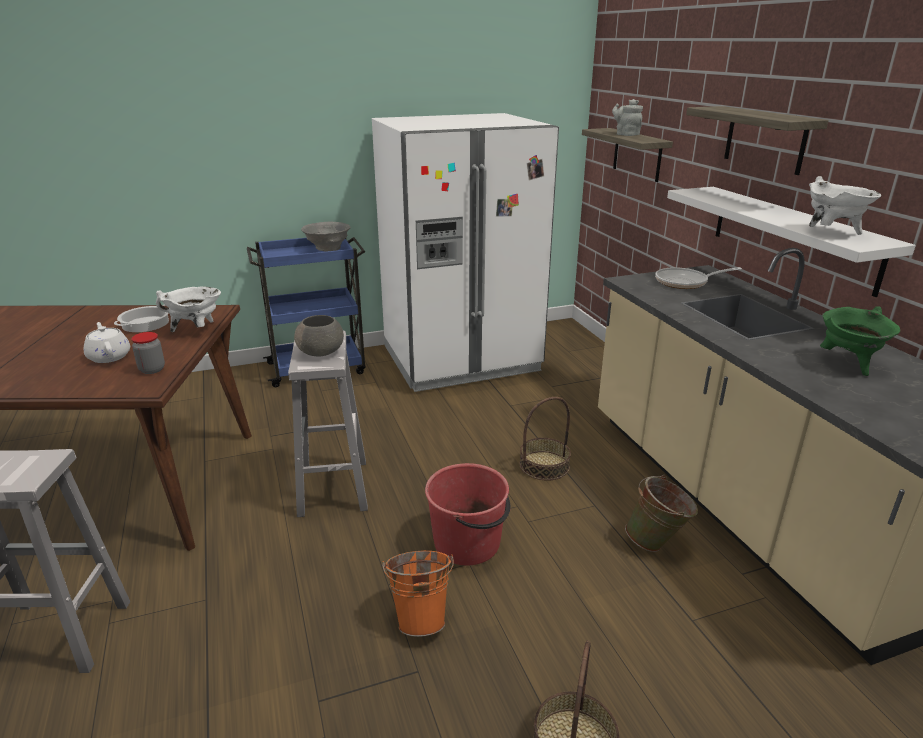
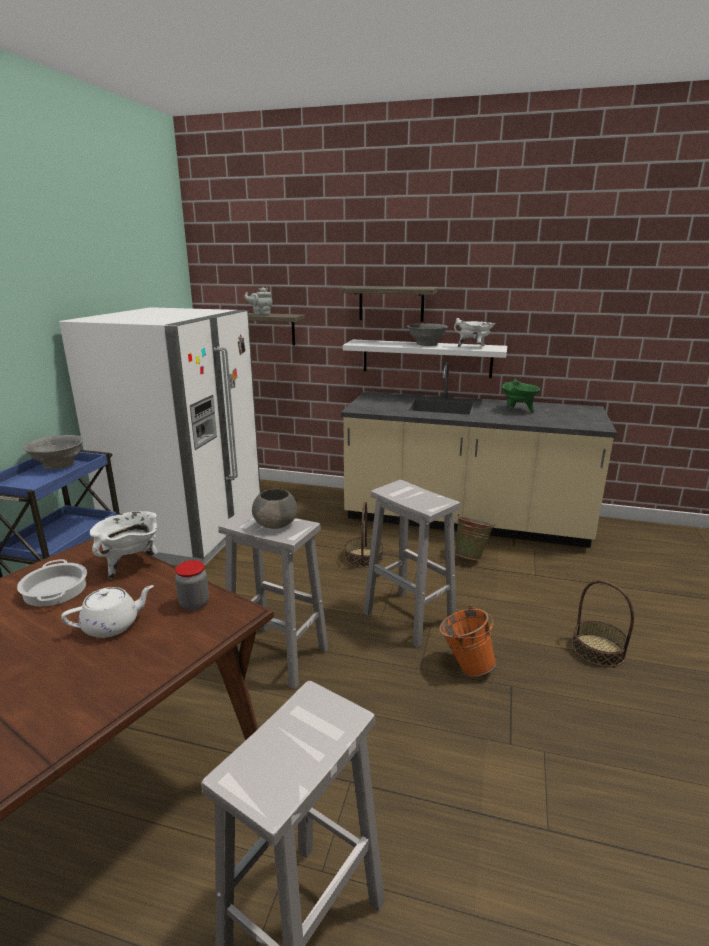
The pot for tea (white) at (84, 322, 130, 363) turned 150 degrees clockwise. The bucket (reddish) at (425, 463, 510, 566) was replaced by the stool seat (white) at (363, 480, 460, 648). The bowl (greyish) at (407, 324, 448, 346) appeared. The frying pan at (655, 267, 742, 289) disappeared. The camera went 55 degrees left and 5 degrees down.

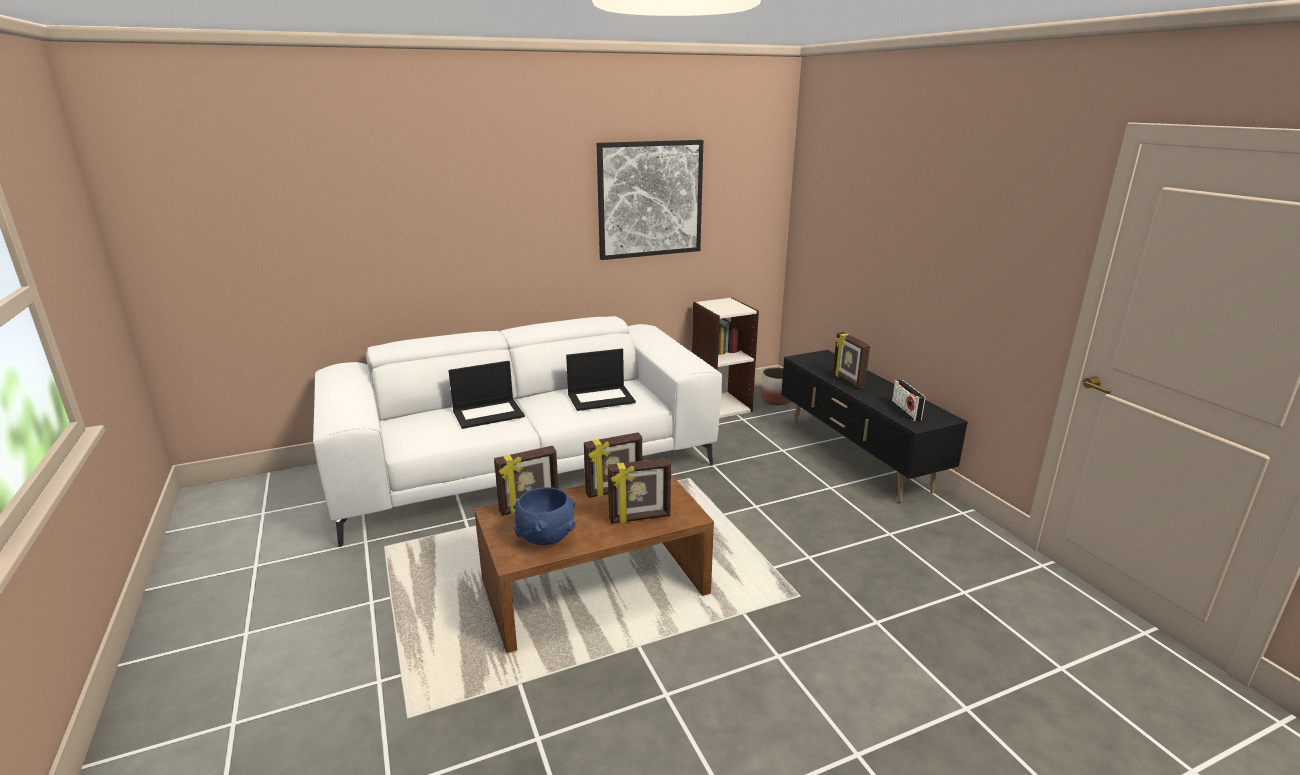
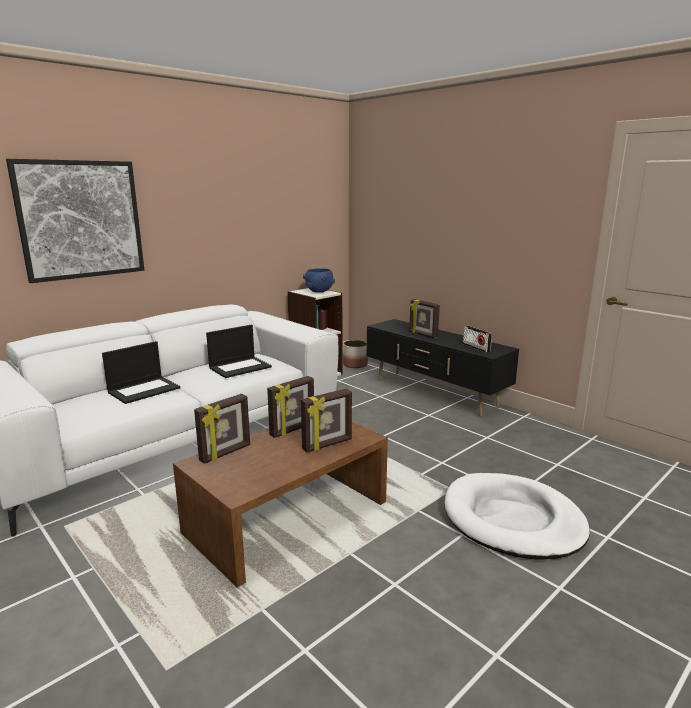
The wall picture moved from (597, 140, 703, 260) to (6, 159, 144, 283). The bowl (blue-coloured) moved from (513, 487, 576, 545) to (303, 268, 335, 293). The dog cushion (white) at (445, 473, 590, 560) appeared. The camera went 20 degrees left and 5 degrees down.

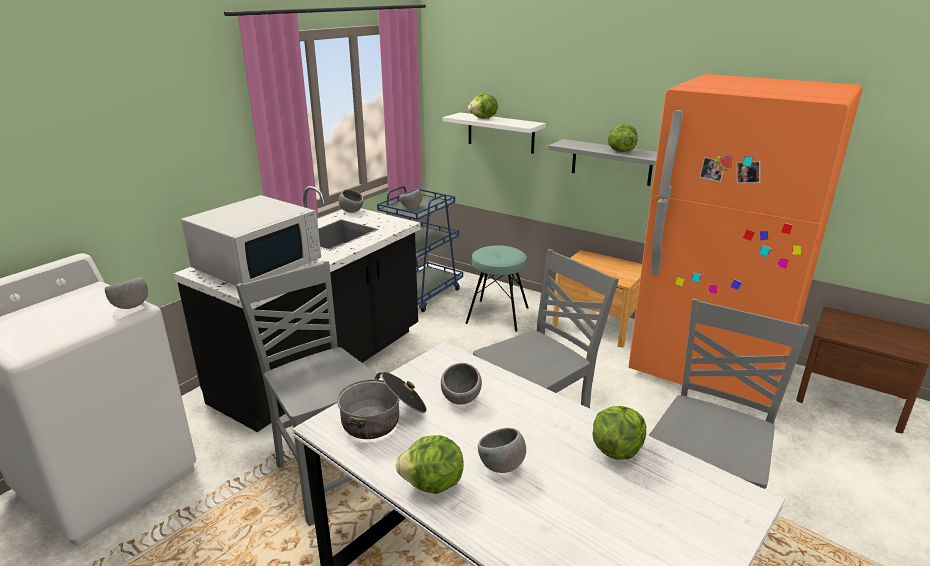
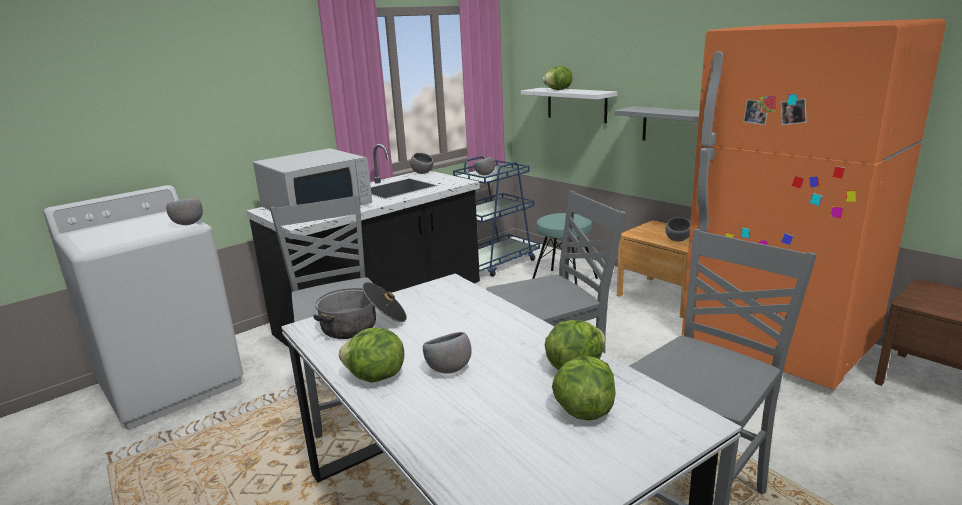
The head of lettuce moved from (608, 124, 638, 152) to (552, 356, 616, 420). The bowl (greyish) moved from (441, 363, 482, 405) to (665, 217, 690, 242). The camera went 15 degrees right and 5 degrees down.

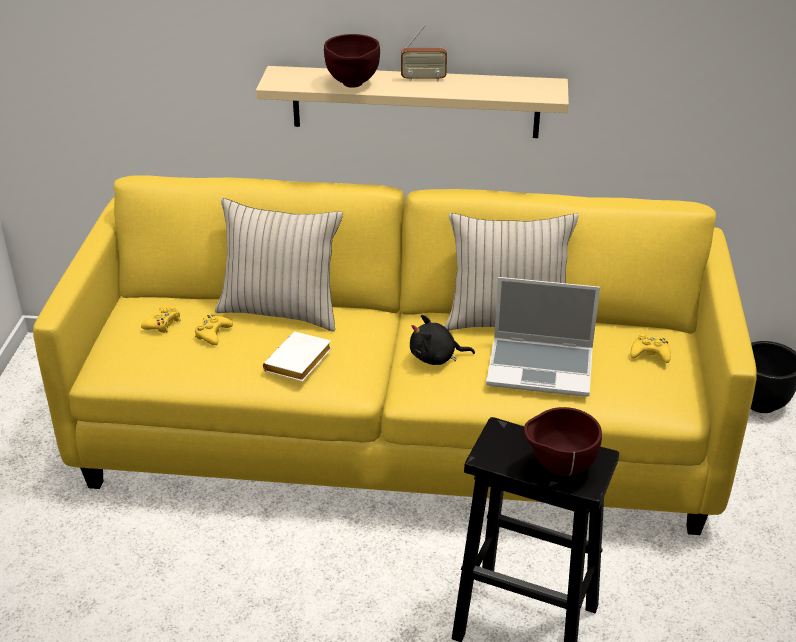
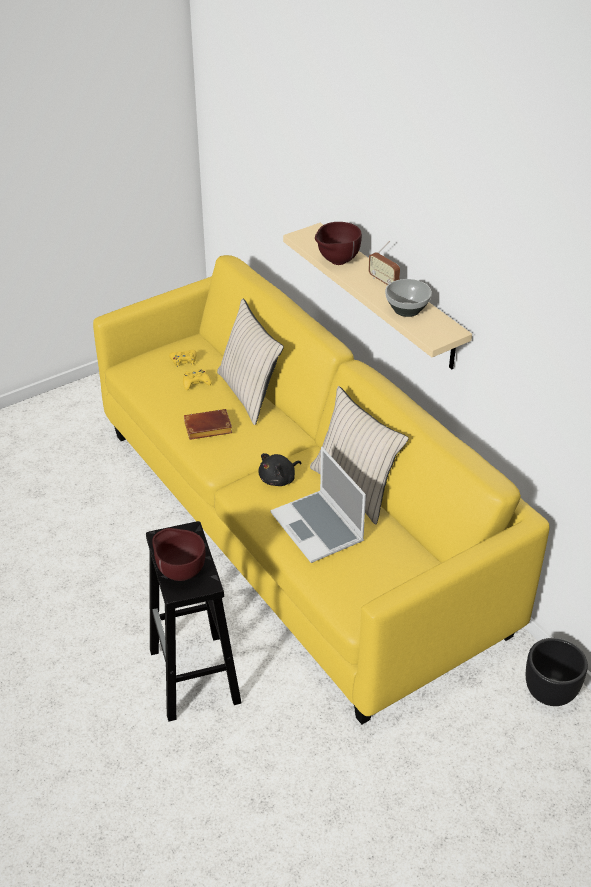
The bound book (white) at (263, 332, 332, 382) became the bound book (brownish) at (184, 409, 232, 440). The plush toy (black-coloured) at (410, 315, 475, 365) turned 90 degrees counterclockwise. The bowl at (385, 279, 432, 317) appeared. The joypad (yellow) at (630, 334, 671, 363) disappeared. The camera went 50 degrees right and 5 degrees up.

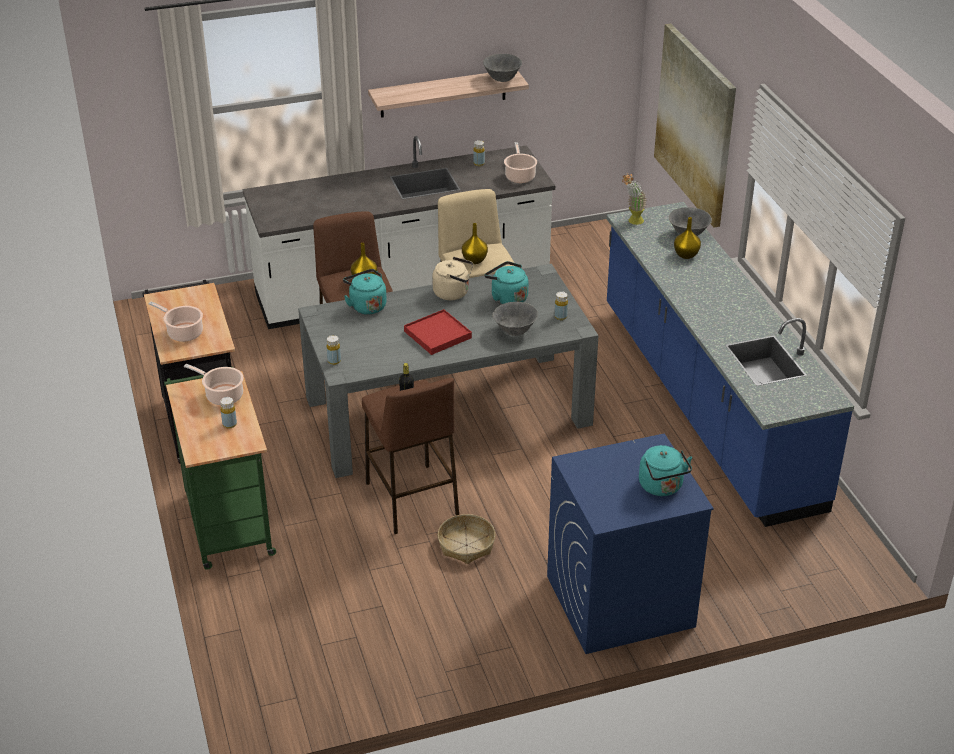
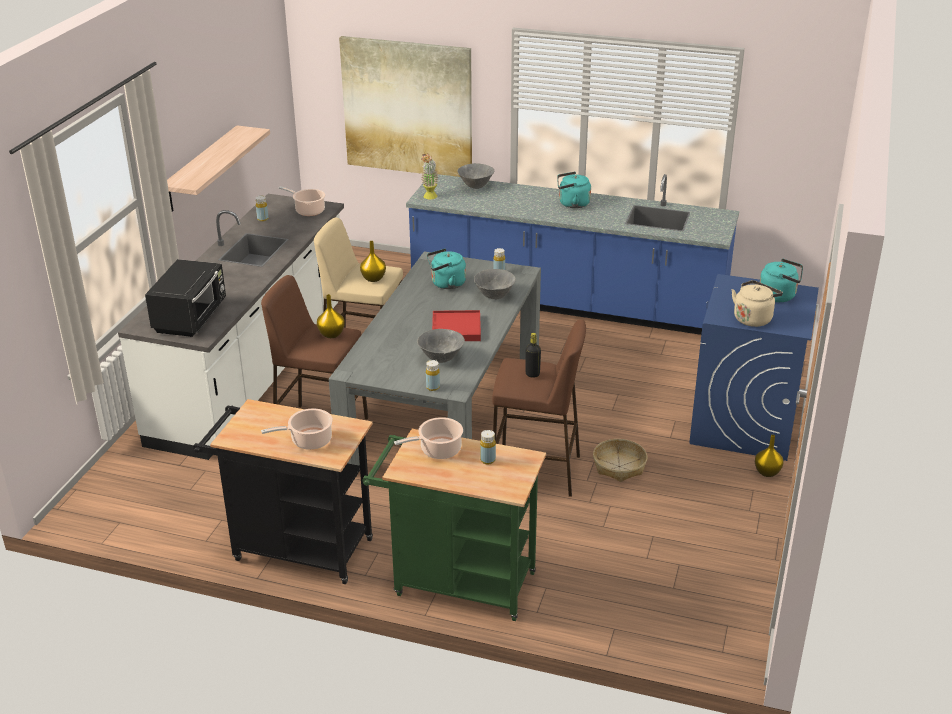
The microwave (black-coloured) at (145, 259, 226, 337) appeared. The bowl (greyish) moved from (483, 54, 522, 82) to (417, 329, 465, 363). The tea kettle (blue-green) moved from (343, 269, 387, 315) to (557, 172, 591, 208). The tea kettle (sand-coloured) moved from (432, 257, 473, 300) to (732, 280, 783, 327). The decorative vase (yellow) moved from (674, 217, 701, 259) to (755, 435, 783, 477). The camera went 55 degrees left and 5 degrees down.

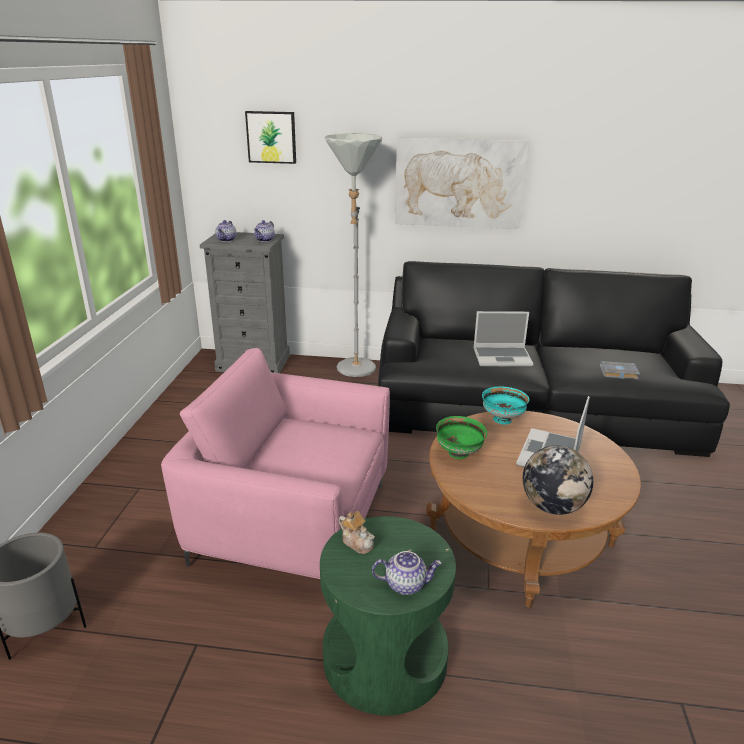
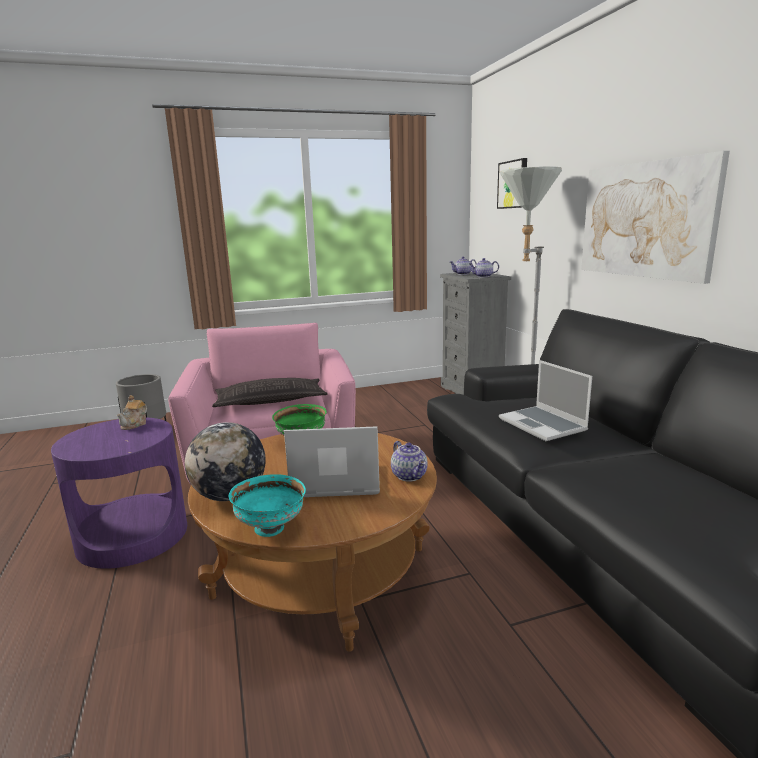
The end table (green) at (320, 516, 456, 716) became the end table (purple) at (51, 418, 187, 569). The cushion at (212, 378, 328, 407) appeared. The bowl (blue-green) moved from (482, 387, 529, 424) to (229, 474, 306, 537). The pot for tea moved from (372, 551, 442, 595) to (391, 441, 428, 482). The bound book (greyish) at (600, 361, 640, 379) disappeared. The camera went 65 degrees right and 10 degrees down.

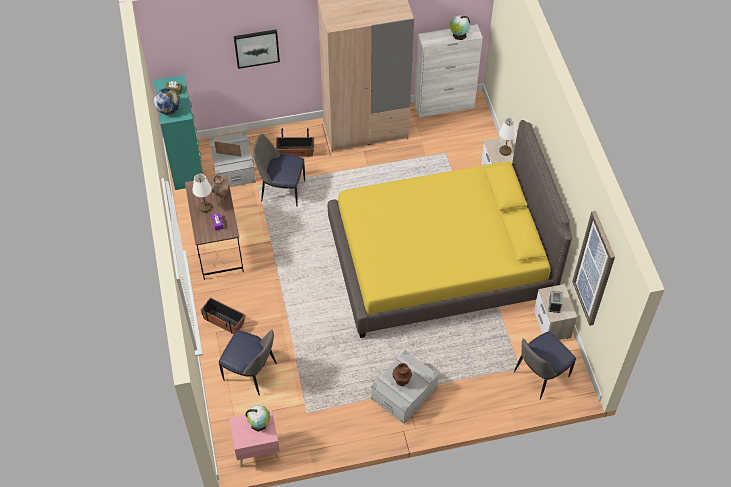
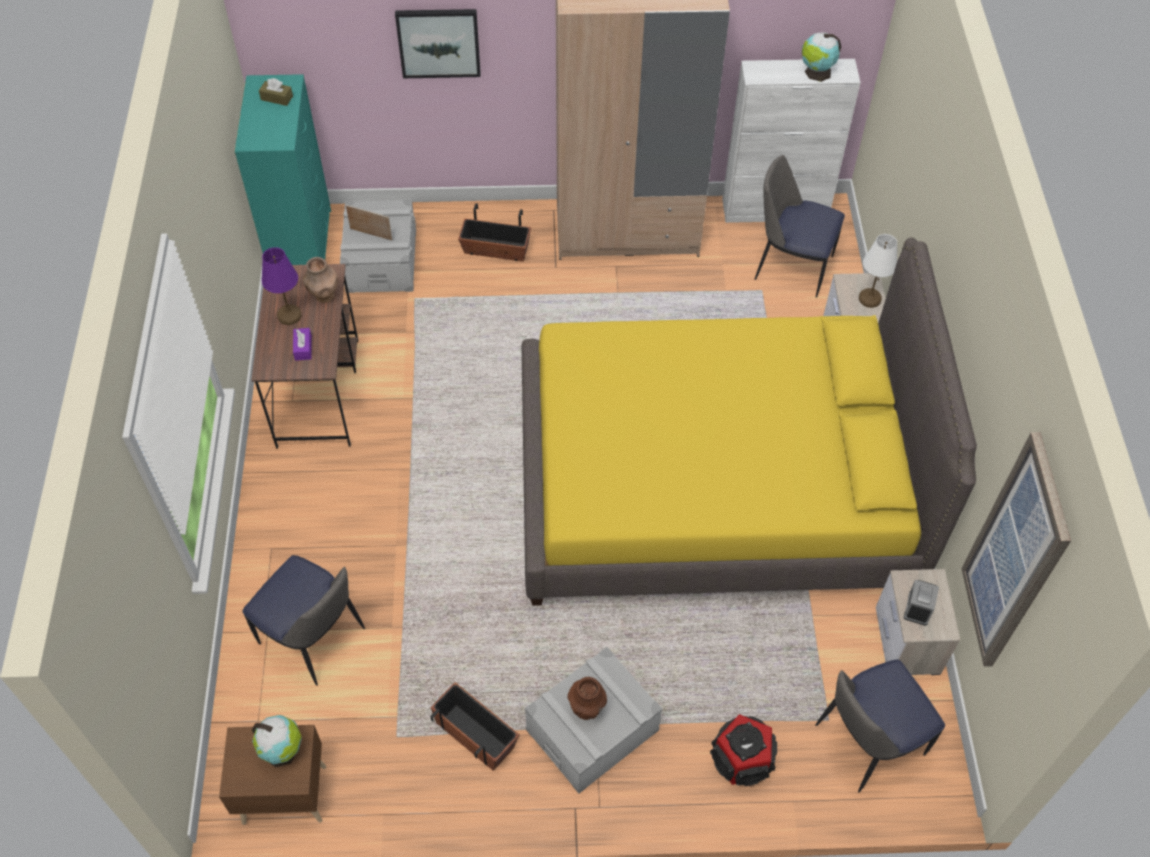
The bedside table (pink-coloured) at (229, 409, 280, 467) became the bedside table (brownish) at (219, 725, 326, 825). The lamp for a table (white) at (192, 174, 212, 213) became the lamp for a table (purple) at (262, 247, 302, 325). The flower pot moved from (201, 297, 245, 334) to (430, 682, 520, 771). The audio speaker at (710, 714, 777, 786) appeared. The chair moved from (253, 134, 305, 206) to (754, 155, 845, 298). The world globe at (154, 88, 181, 115) disappeared. The camera went 10 degrees right and 0 degrees up.

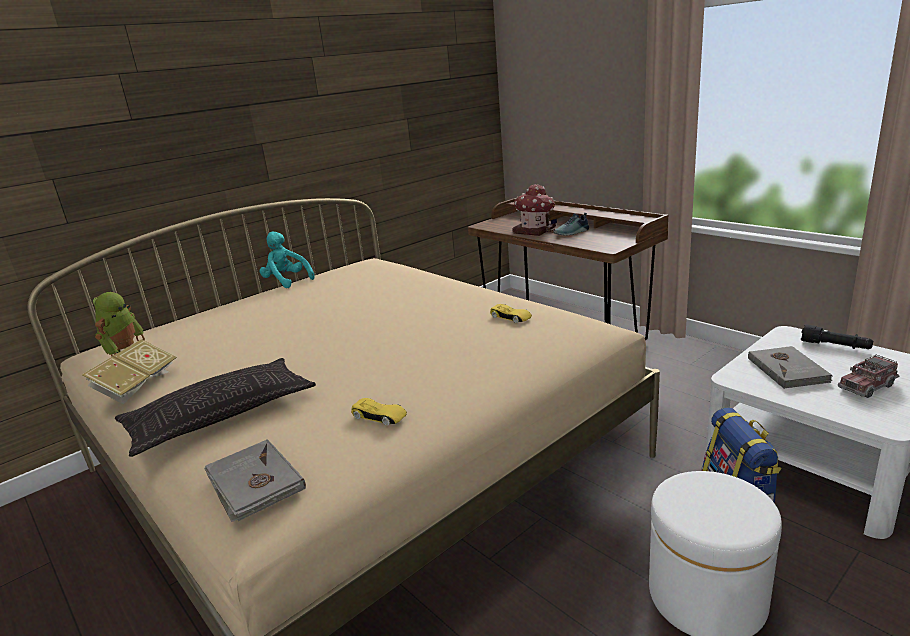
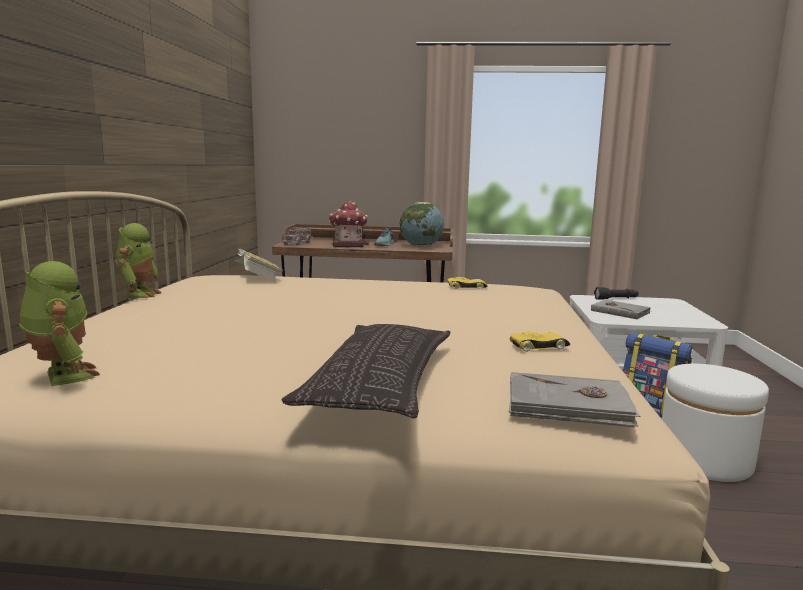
The plush toy (blue-green) at (260, 232, 315, 288) was replaced by the toy robot at (116, 223, 162, 298). The bound book moved from (82, 339, 177, 404) to (235, 248, 284, 282). The toy lorry moved from (838, 355, 900, 398) to (282, 227, 313, 245). The world globe at (400, 202, 444, 247) appeared. The camera went 45 degrees left and 10 degrees down.

